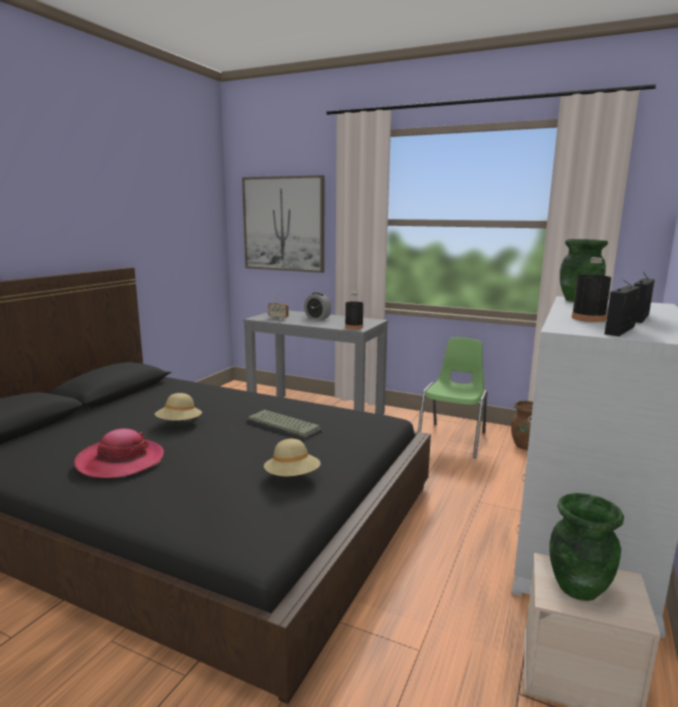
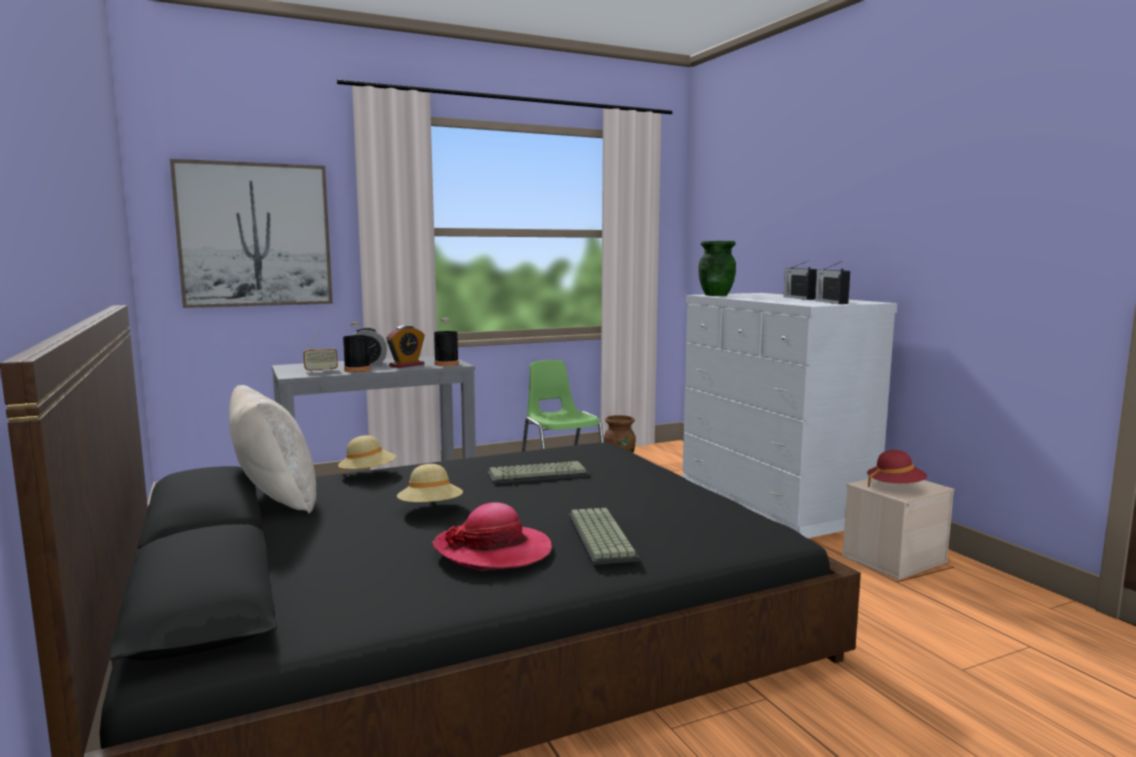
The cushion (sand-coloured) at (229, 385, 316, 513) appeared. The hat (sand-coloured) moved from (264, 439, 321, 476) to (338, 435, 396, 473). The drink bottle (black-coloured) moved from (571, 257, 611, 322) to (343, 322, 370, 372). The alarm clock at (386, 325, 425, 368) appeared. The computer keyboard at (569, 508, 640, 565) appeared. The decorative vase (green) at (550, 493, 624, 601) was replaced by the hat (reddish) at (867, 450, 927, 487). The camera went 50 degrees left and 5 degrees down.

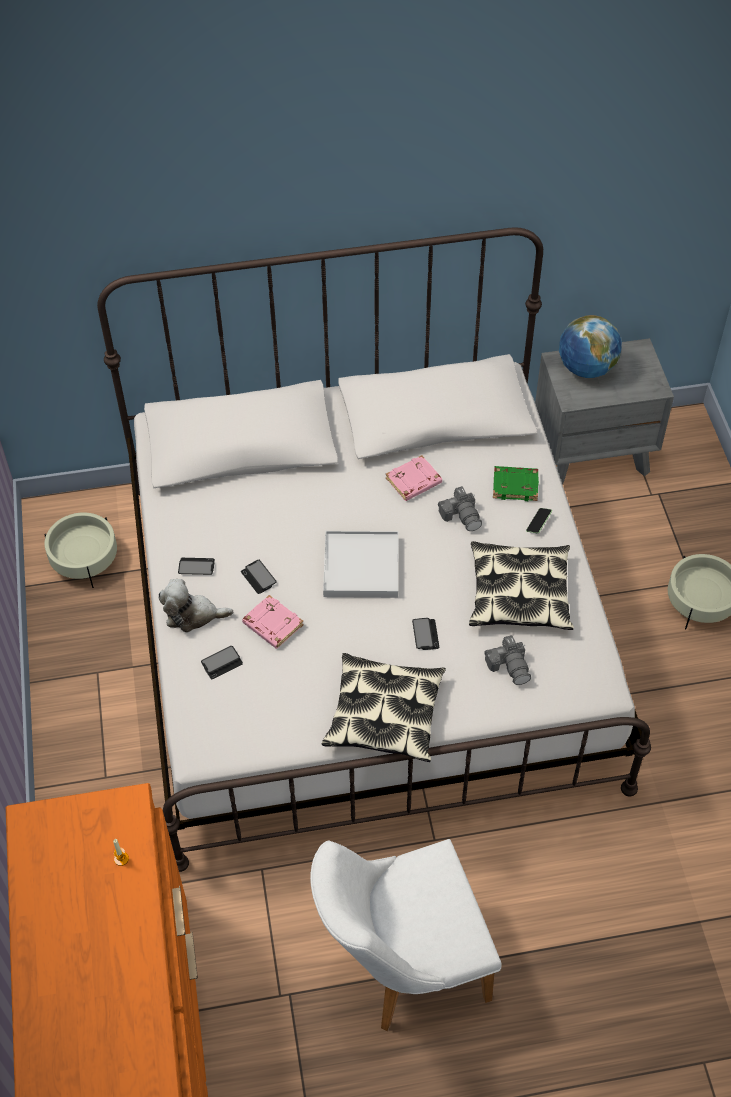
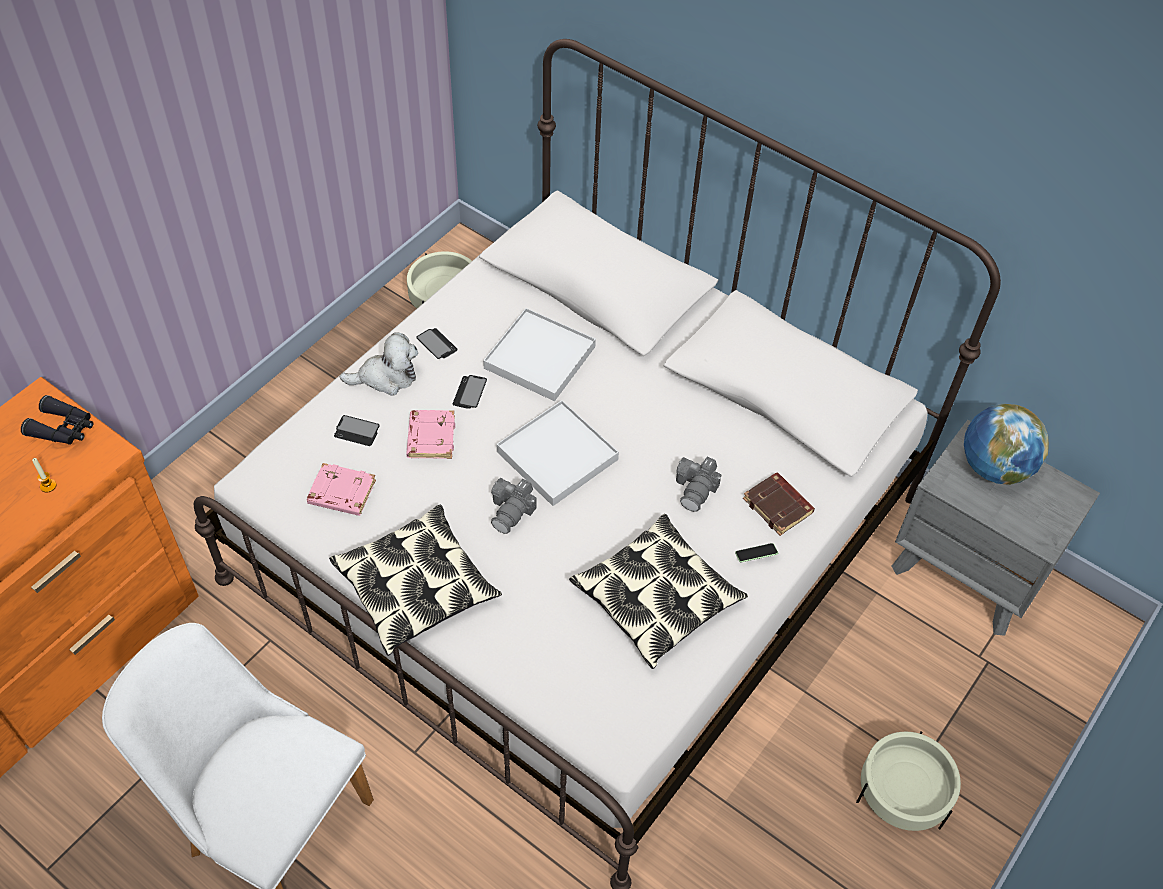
The binoculars (black-coloured) at (21, 395, 93, 445) appeared. The bound book (pink-coloured) moved from (386, 455, 442, 501) to (307, 463, 376, 516). The plush toy at (158, 579, 233, 632) turned 120 degrees clockwise. The carrying tray (white) at (483, 308, 596, 401) appeared. The photo camera moved from (484, 635, 531, 685) to (491, 478, 537, 534). The bound book (green) at (493, 466, 539, 501) became the bound book (brownish) at (743, 472, 815, 536). The handset at (412, 618, 440, 650) disappeared. The camera went 45 degrees right and 0 degrees up.

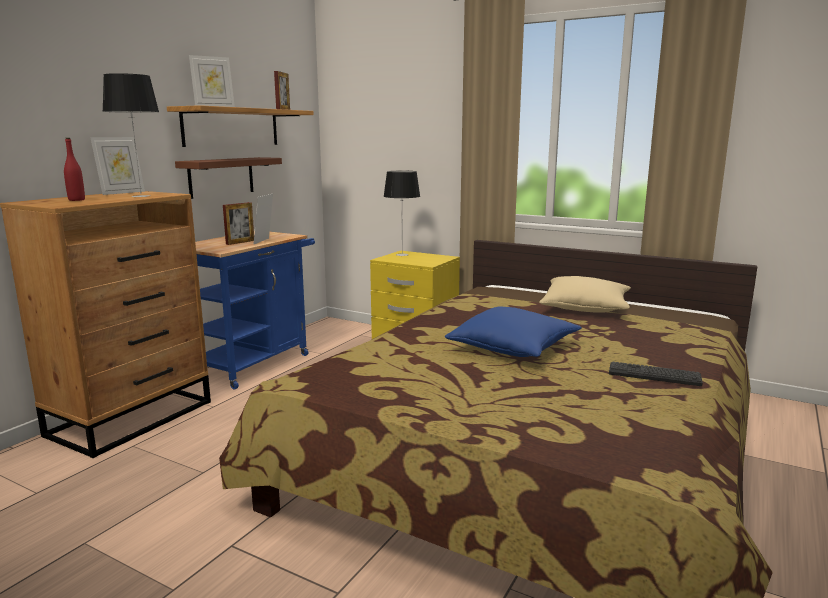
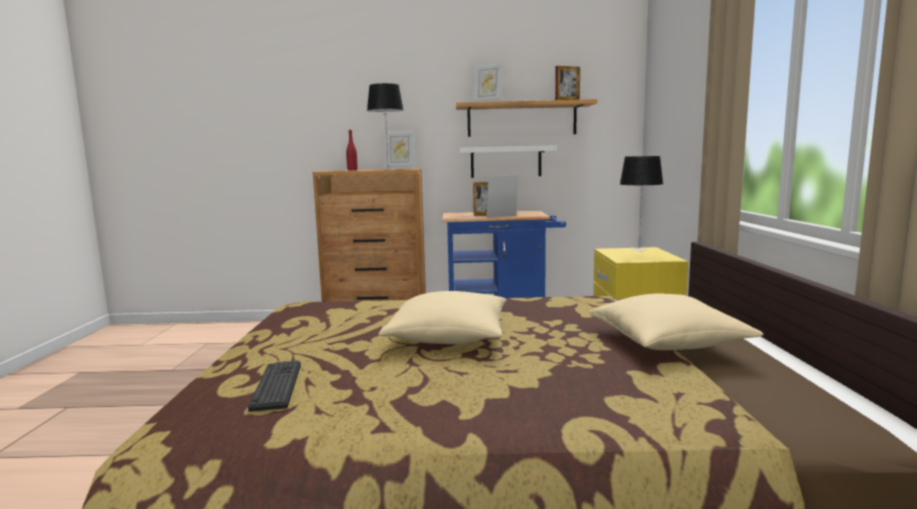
The computer keyboard moved from (609, 361, 703, 386) to (248, 360, 301, 412). The cushion (blue-coloured) at (445, 306, 582, 357) became the cushion (sand-coloured) at (379, 291, 507, 344). The bracket shelf (brownish) at (175, 157, 282, 199) became the bracket shelf (white) at (459, 145, 557, 178). The camera went 60 degrees right and 5 degrees down.

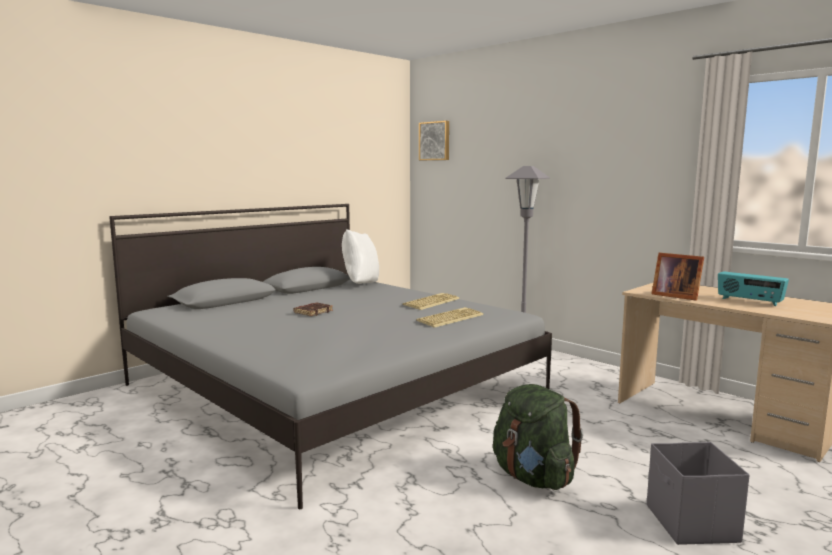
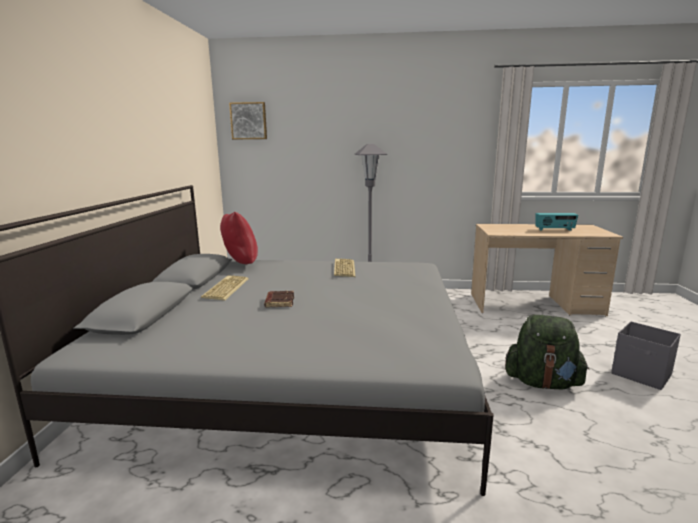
The computer keyboard moved from (416, 307, 483, 328) to (201, 275, 248, 300). The cushion (white) at (342, 229, 379, 284) became the cushion (reddish) at (220, 212, 258, 264). The picture frame at (651, 253, 704, 301) disappeared. The camera went 40 degrees left and 5 degrees up.

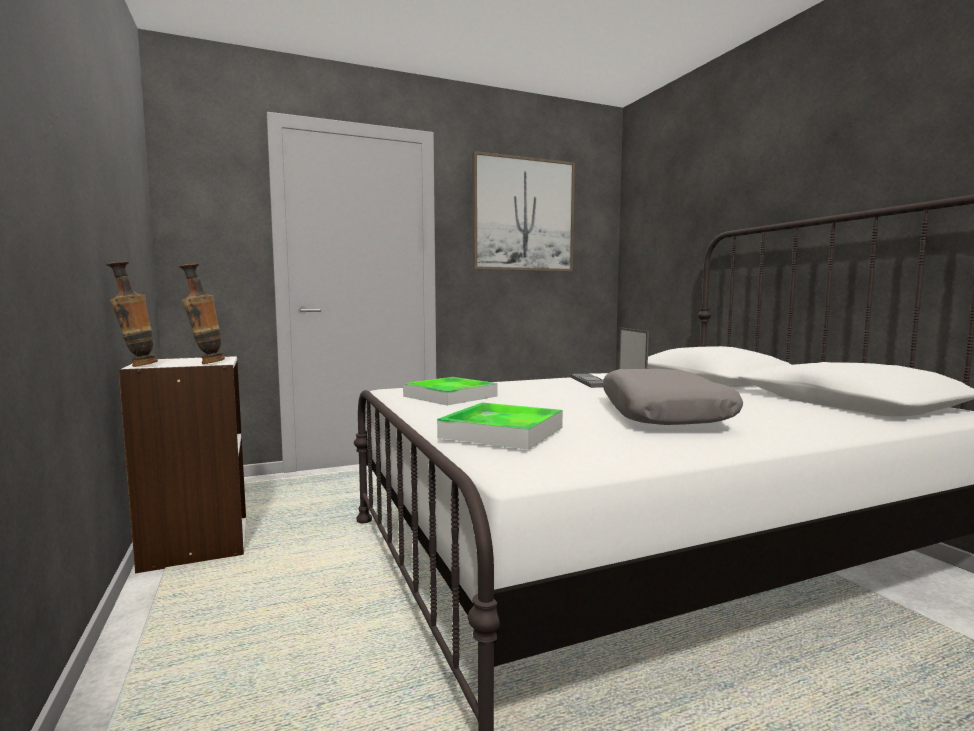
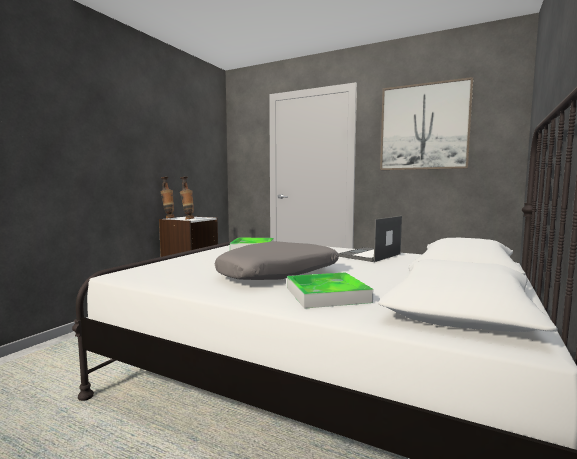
The carrying tray moved from (437, 402, 563, 450) to (287, 272, 373, 309). The camera went 50 degrees right and 0 degrees up.

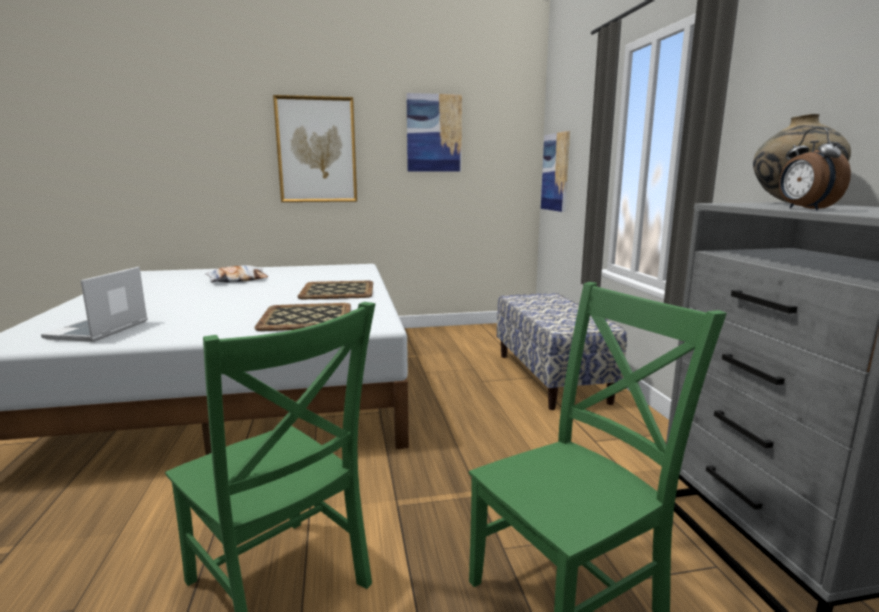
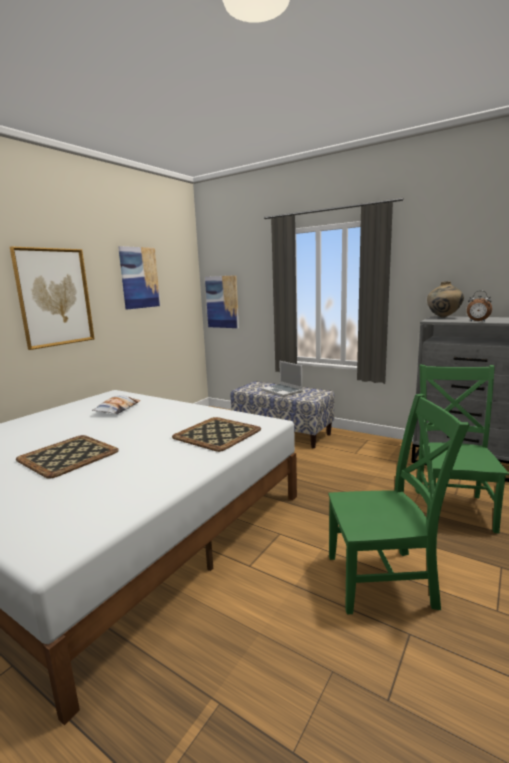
The carrying tray moved from (297, 281, 373, 299) to (16, 435, 119, 479). The cushion moved from (205, 265, 268, 283) to (92, 395, 141, 414). The notebook computer moved from (41, 267, 148, 342) to (262, 361, 303, 397). The camera went 45 degrees left and 0 degrees up.

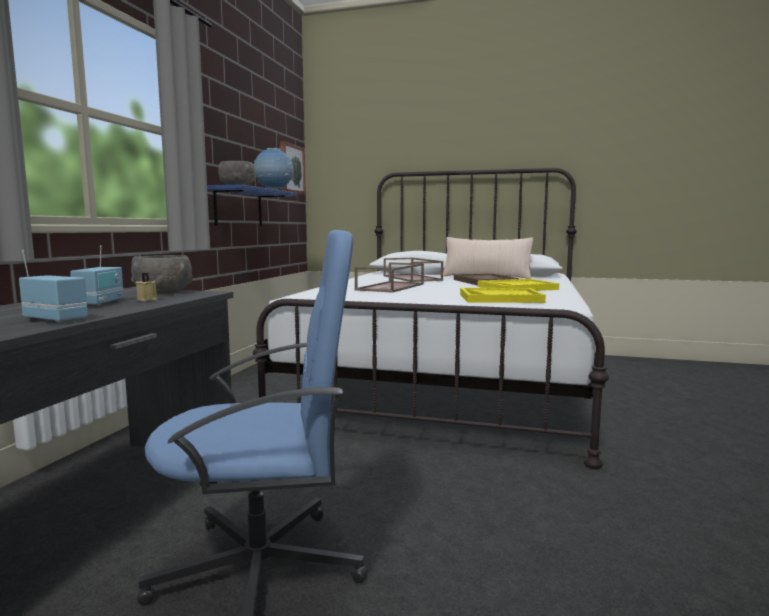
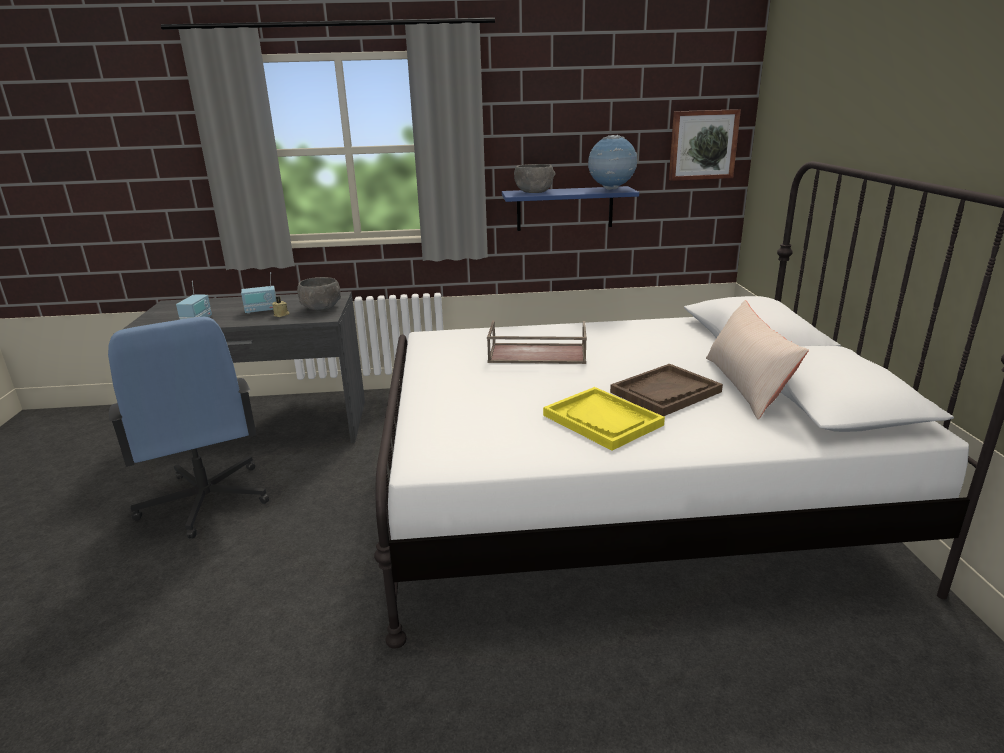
The carrying tray (brownish) at (383, 258, 443, 282) disappeared. The carrying tray (yellow) at (460, 288, 546, 303) disappeared. The camera went 70 degrees right and 15 degrees up.

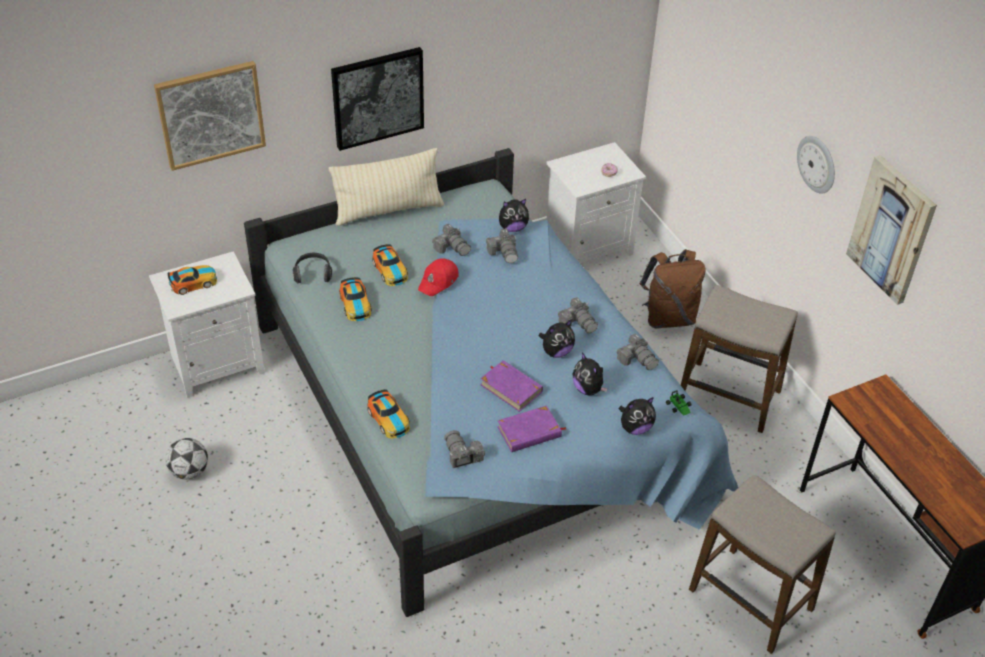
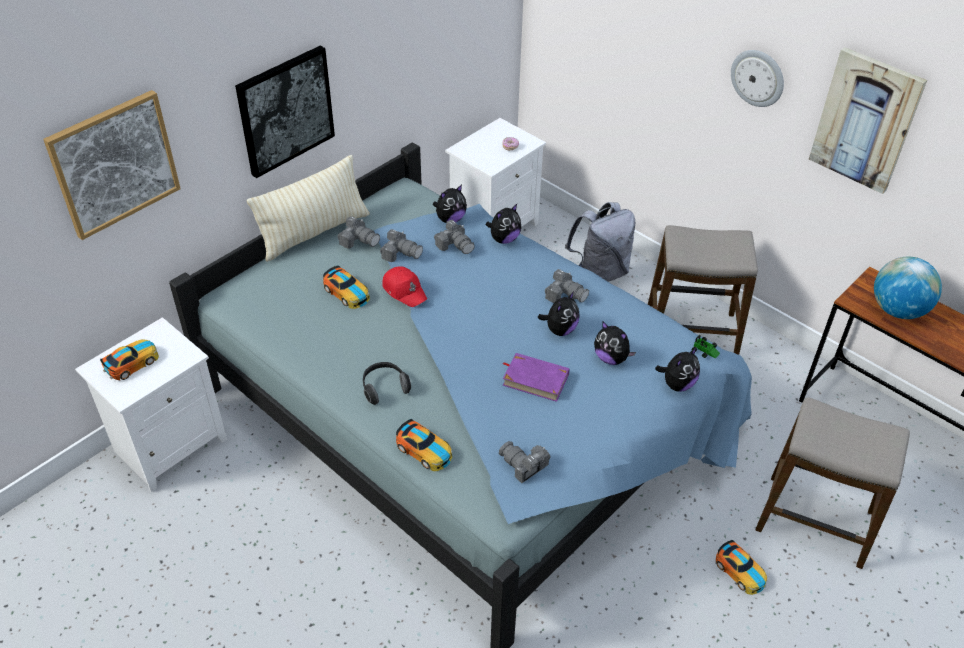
The photo camera moved from (617, 334, 659, 370) to (338, 216, 380, 249). The pair of headphones moved from (292, 253, 332, 284) to (363, 362, 411, 405). The peaked cap (reddish) at (418, 258, 459, 296) turned 60 degrees counterclockwise. The plush toy at (486, 204, 521, 244) appeared. The rucksack (brownish) at (640, 249, 706, 329) became the rucksack (greyish) at (565, 202, 635, 282). The miniature car moved from (339, 277, 372, 321) to (716, 540, 767, 595). The world globe at (874, 257, 942, 319) appeared. The ball for football at (165, 438, 208, 480) disappeared. The bound book (purple) at (497, 406, 566, 452) disappeared. The camera went 20 degrees left and 0 degrees up.

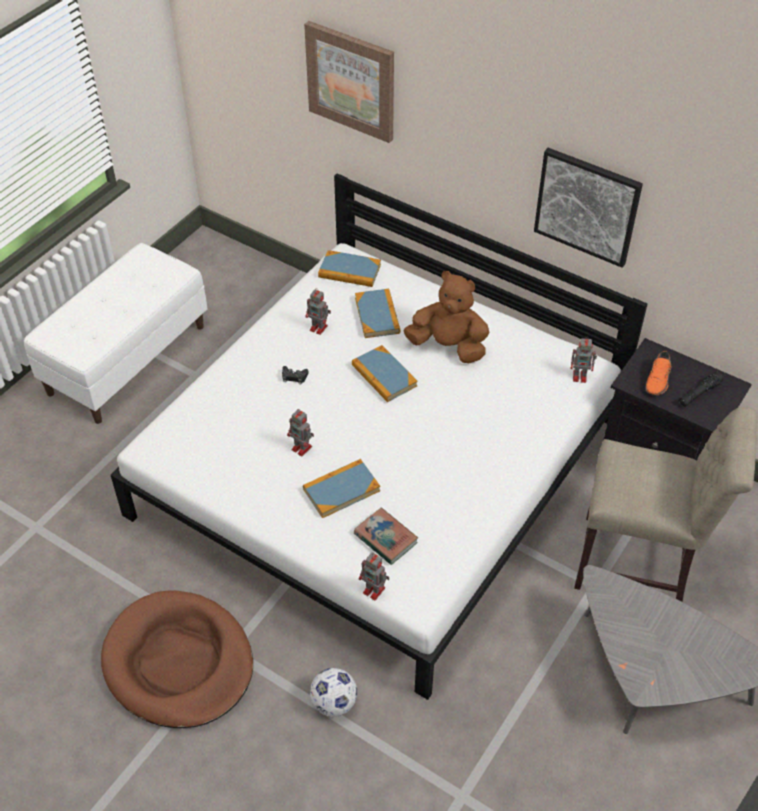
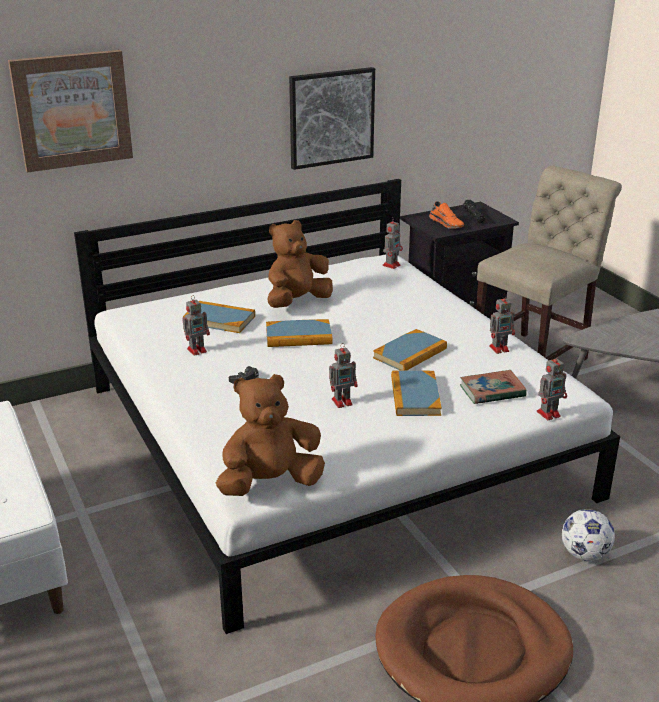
The plush toy (brownish) at (216, 374, 325, 496) appeared. The bound book moved from (318, 250, 381, 287) to (373, 329, 447, 371). The toy robot at (489, 294, 515, 354) appeared. The camera went 60 degrees left and 20 degrees down.

